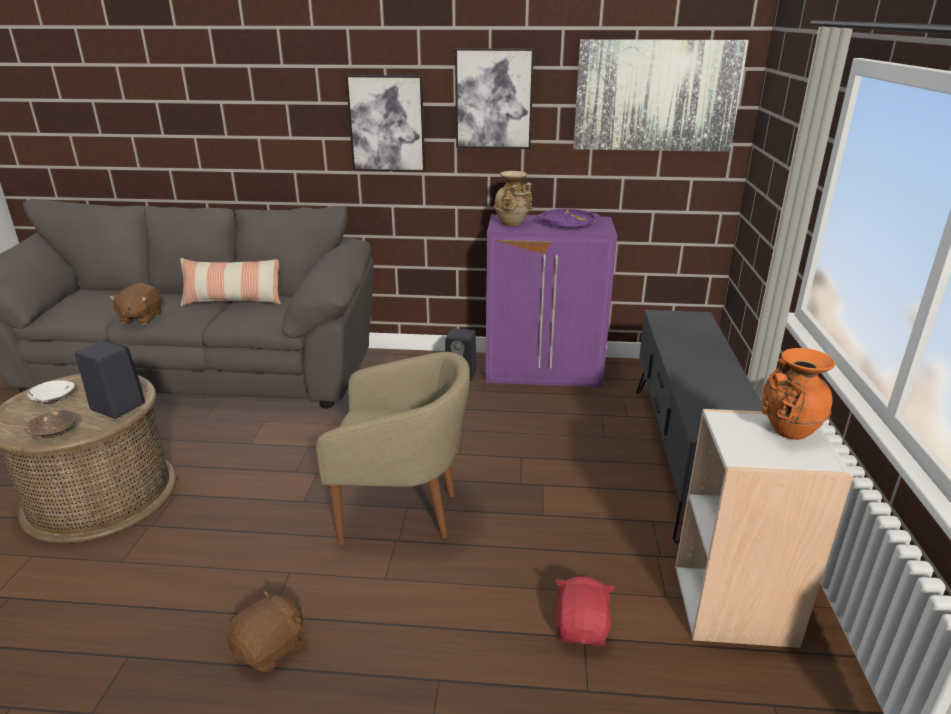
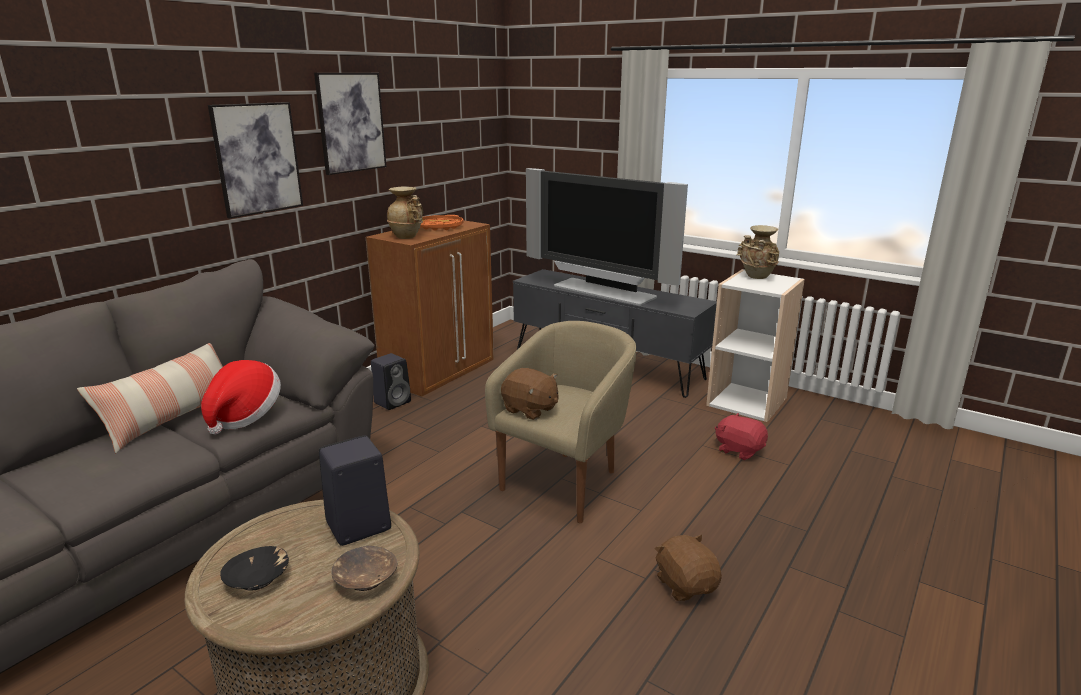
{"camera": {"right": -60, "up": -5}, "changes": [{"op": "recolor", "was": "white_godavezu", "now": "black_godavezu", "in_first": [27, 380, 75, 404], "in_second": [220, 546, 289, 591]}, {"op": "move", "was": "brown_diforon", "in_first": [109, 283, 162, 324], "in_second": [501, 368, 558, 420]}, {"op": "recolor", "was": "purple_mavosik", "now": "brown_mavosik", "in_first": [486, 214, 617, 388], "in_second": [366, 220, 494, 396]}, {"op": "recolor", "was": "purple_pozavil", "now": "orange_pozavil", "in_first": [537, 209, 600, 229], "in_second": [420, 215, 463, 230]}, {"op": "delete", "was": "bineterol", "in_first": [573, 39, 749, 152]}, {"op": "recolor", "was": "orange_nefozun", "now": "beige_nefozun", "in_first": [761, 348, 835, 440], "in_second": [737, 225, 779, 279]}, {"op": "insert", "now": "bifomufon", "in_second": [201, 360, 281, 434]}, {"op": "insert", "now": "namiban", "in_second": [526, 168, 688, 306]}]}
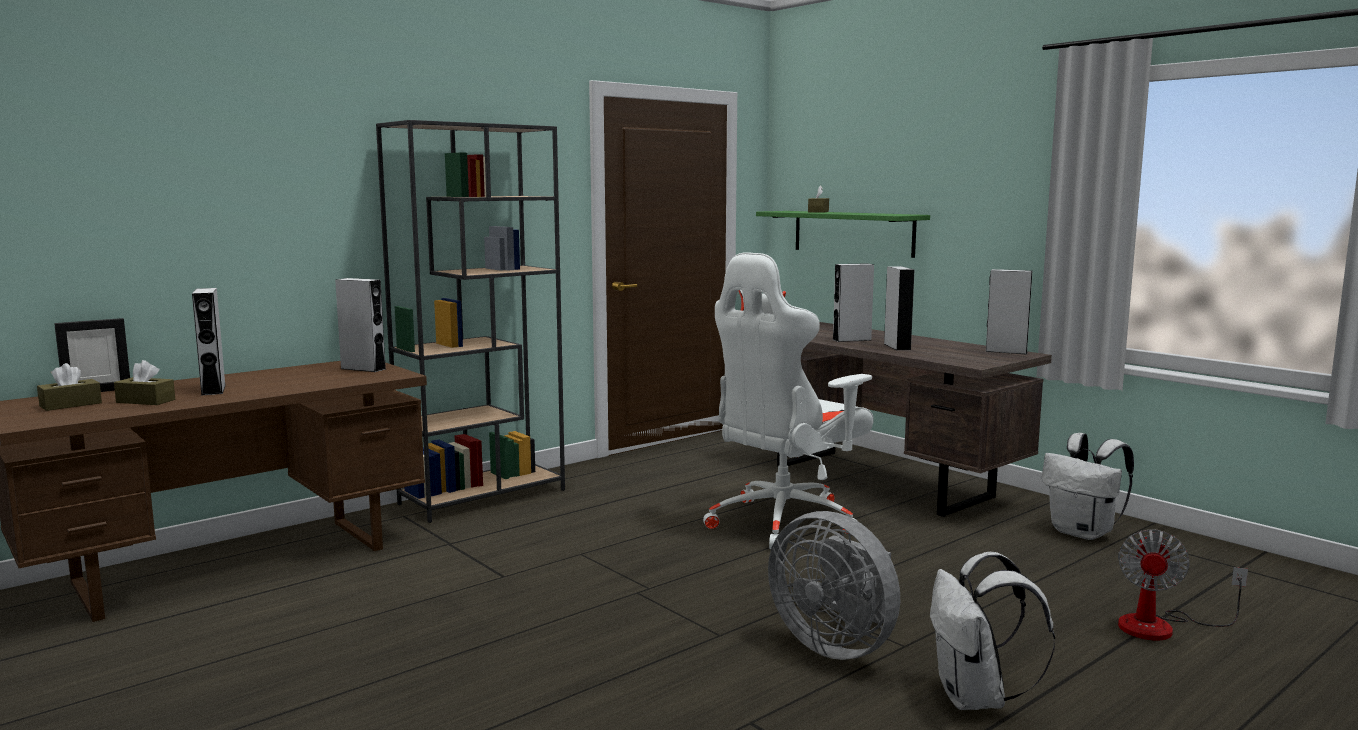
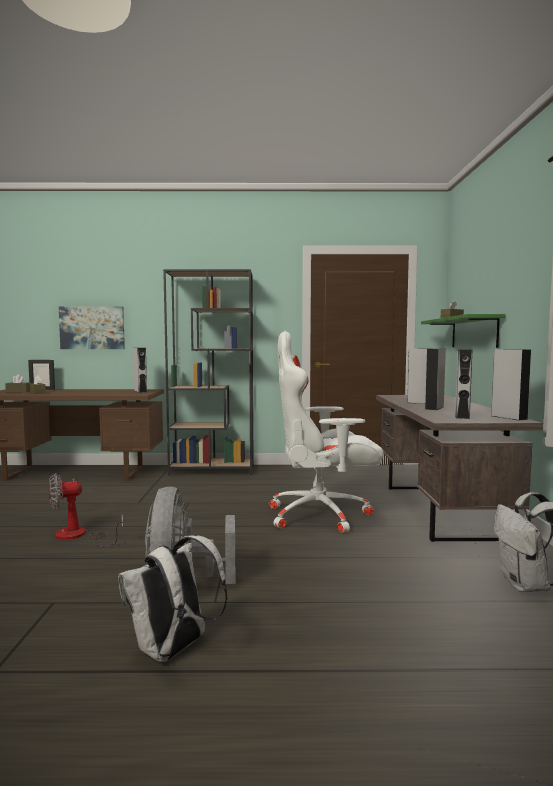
{"camera": {"right": 40, "up": -5}, "changes": [{"op": "move", "was": "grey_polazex", "in_first": [192, 288, 226, 396], "in_second": [455, 349, 472, 419]}, {"op": "move", "was": "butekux", "in_first": [1118, 529, 1248, 640], "in_second": [49, 473, 124, 547]}, {"op": "insert", "now": "bineterol", "in_second": [59, 307, 125, 349]}]}
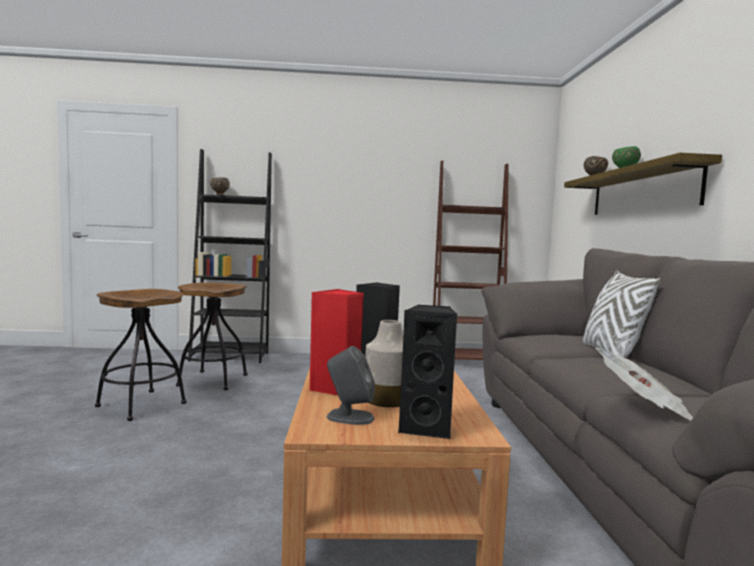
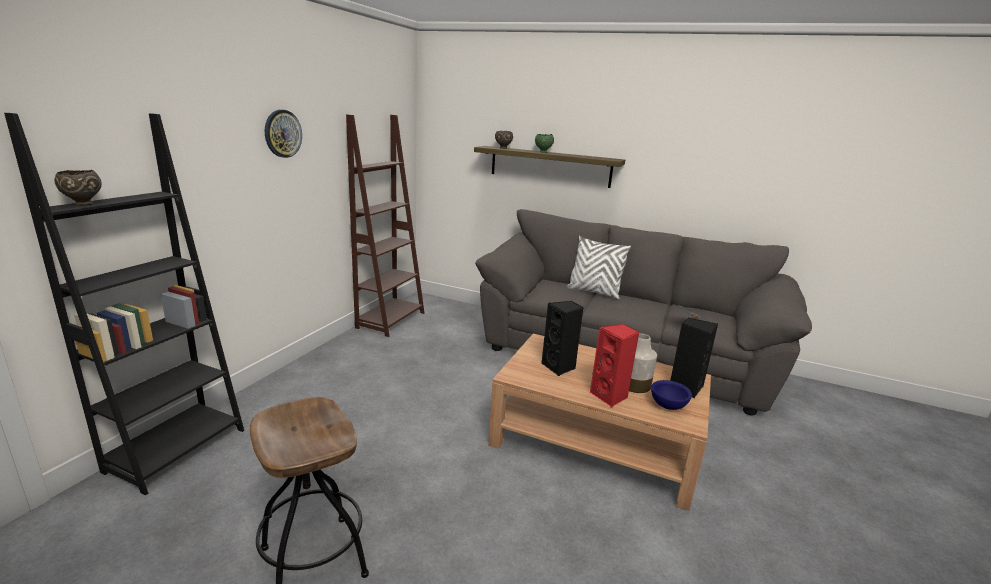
{"camera": {"right": -65, "up": 15}, "changes": [{"op": "delete", "was": "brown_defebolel", "in_first": [176, 283, 247, 390]}, {"op": "replace", "was": "grey_polazex", "now": "blue_godavezu", "in_first": [327, 346, 375, 425], "in_second": [651, 380, 692, 410]}, {"op": "insert", "now": "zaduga", "in_second": [265, 110, 302, 158]}]}
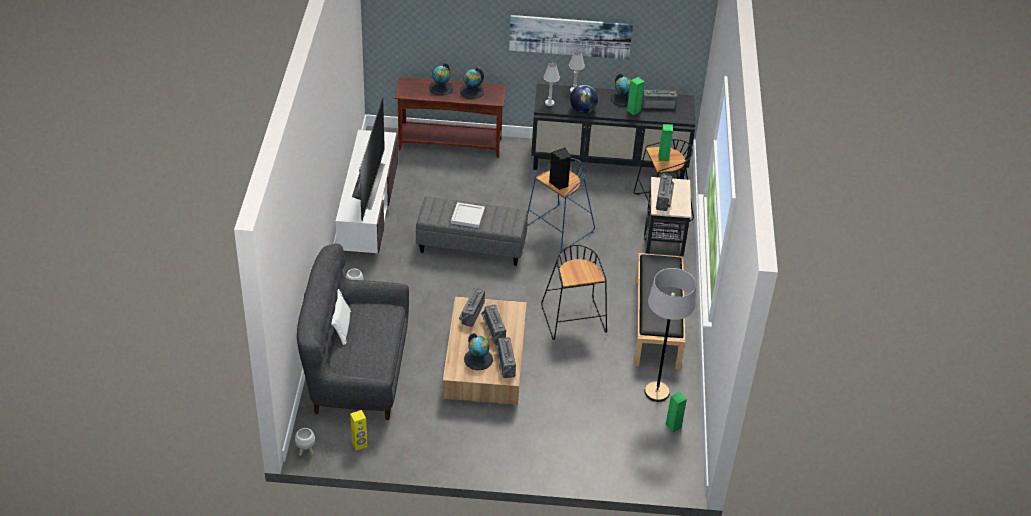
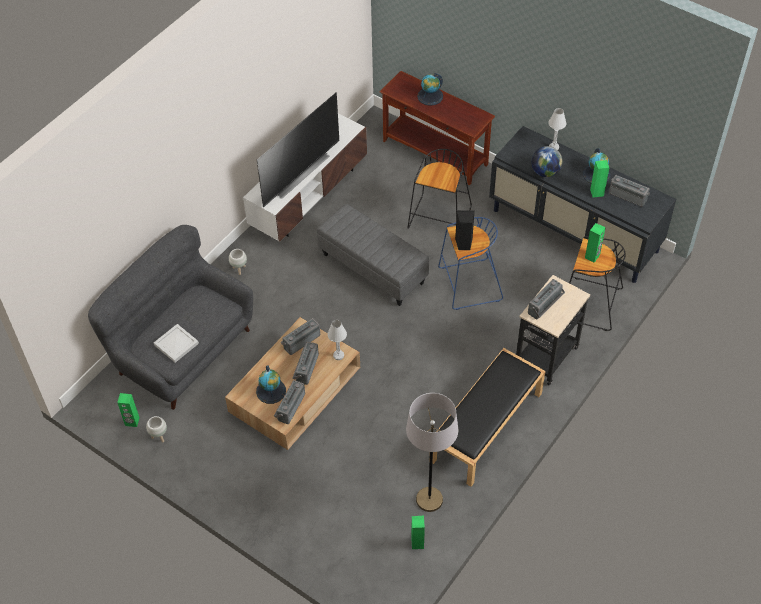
{"camera": {"right": 35, "up": 10}, "changes": [{"op": "move", "was": "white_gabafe", "in_first": [295, 428, 315, 456], "in_second": [146, 416, 167, 442]}, {"op": "delete", "was": "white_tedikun", "in_first": [331, 289, 351, 345]}, {"op": "recolor", "was": "yellow_polazex", "now": "green_polazex", "in_first": [350, 410, 367, 450], "in_second": [117, 393, 140, 427]}, {"op": "move", "was": "white_pozavil", "in_first": [451, 202, 485, 228], "in_second": [154, 324, 199, 363]}, {"op": "delete", "was": "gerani", "in_first": [460, 68, 484, 99]}, {"op": "delete", "was": "bineterol", "in_first": [509, 15, 633, 59]}, {"op": "move", "was": "black_defebolel", "in_first": [541, 245, 607, 340], "in_second": [407, 149, 472, 229]}, {"op": "move", "was": "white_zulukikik", "in_first": [544, 63, 560, 106], "in_second": [328, 320, 347, 360]}]}
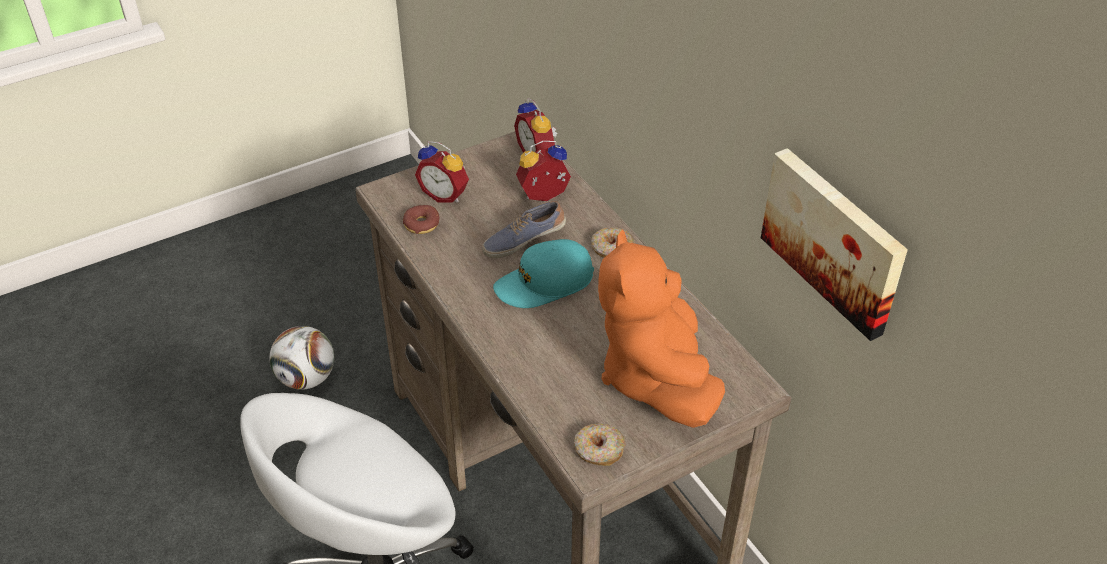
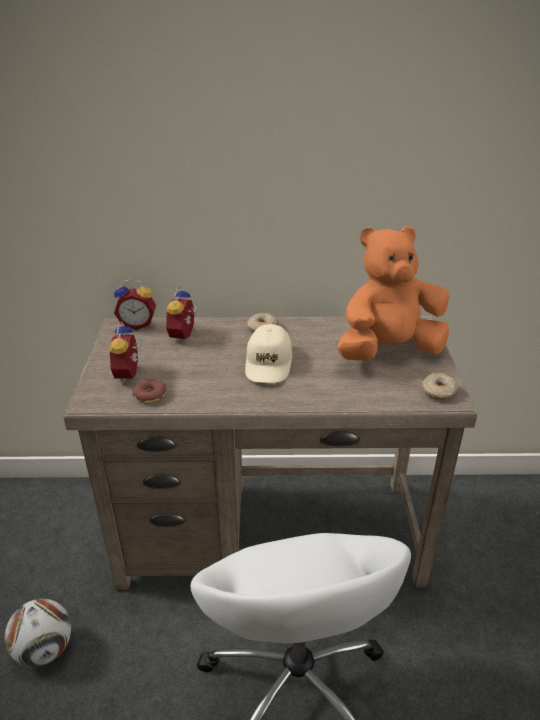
{"camera": {"right": -60, "up": -10}, "changes": [{"op": "rotate", "was": "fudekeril", "in_first": [415, 141, 469, 203], "in_second": [109, 321, 142, 383], "clockwise": 120}, {"op": "delete", "was": "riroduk", "in_first": [482, 201, 566, 258]}, {"op": "recolor", "was": "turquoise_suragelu", "now": "beige_suragelu", "in_first": [493, 239, 594, 308], "in_second": [245, 324, 292, 383]}, {"op": "rotate", "was": "orange_diforon", "in_first": [598, 230, 725, 428], "in_second": [338, 226, 450, 361], "clockwise": 135}, {"op": "delete", "was": "bineterol", "in_first": [761, 148, 908, 341]}]}
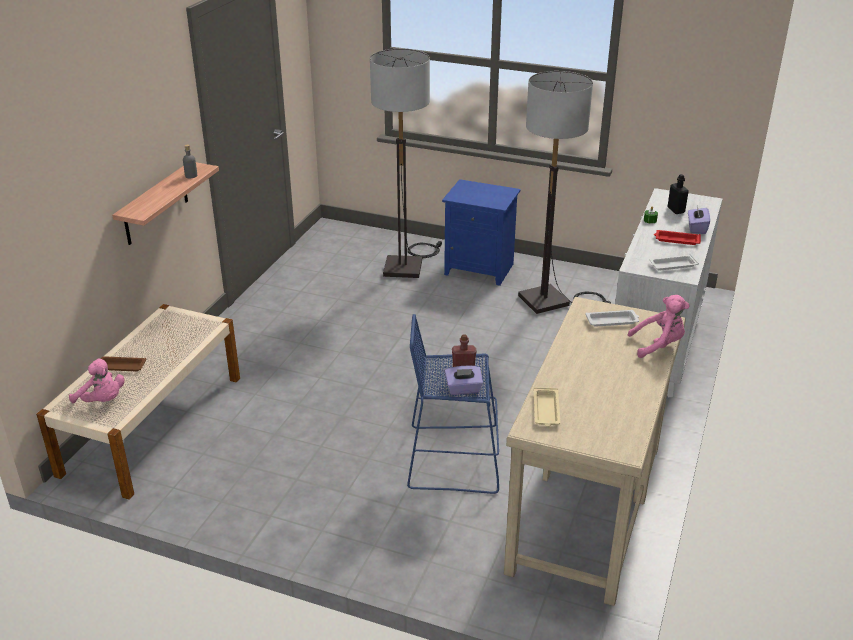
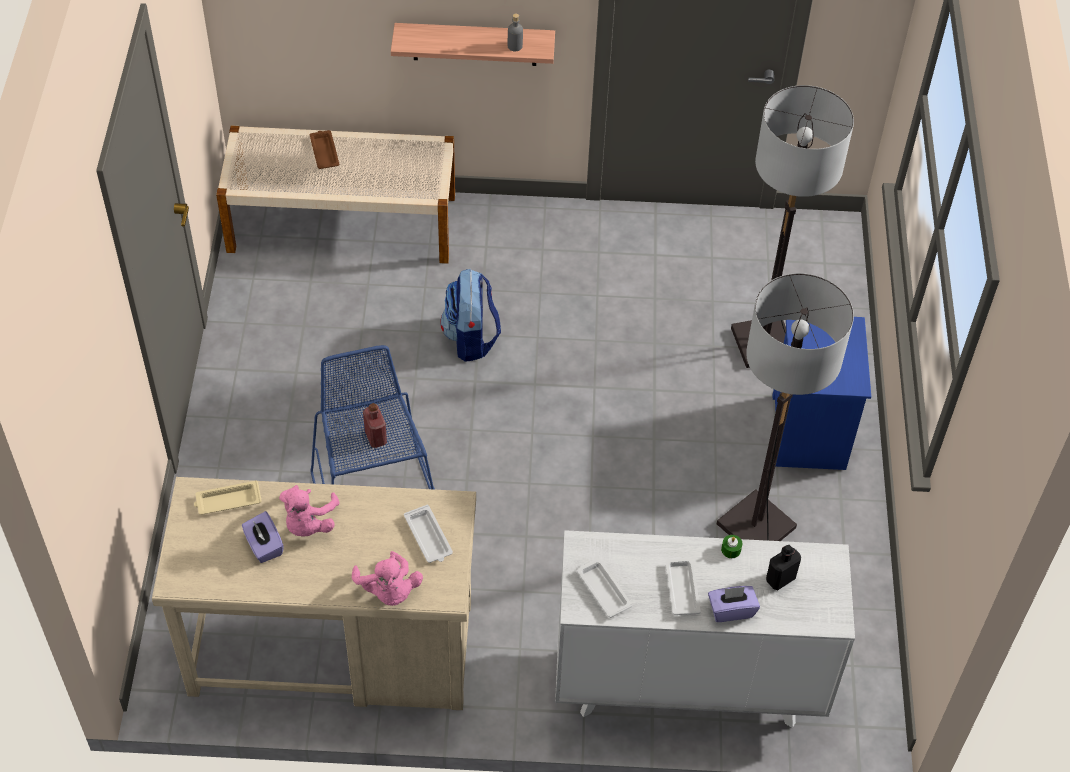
{"camera": {"right": 70, "up": 20}, "changes": [{"op": "move", "was": "pink_diforon", "in_first": [69, 358, 125, 403], "in_second": [279, 485, 339, 536]}, {"op": "move", "was": "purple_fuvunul", "in_first": [445, 366, 483, 395], "in_second": [242, 511, 284, 563]}, {"op": "recolor", "was": "red_pozavil", "now": "white_pozavil", "in_first": [654, 230, 701, 245], "in_second": [665, 556, 701, 615]}, {"op": "insert", "now": "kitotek", "in_second": [440, 269, 501, 362]}]}
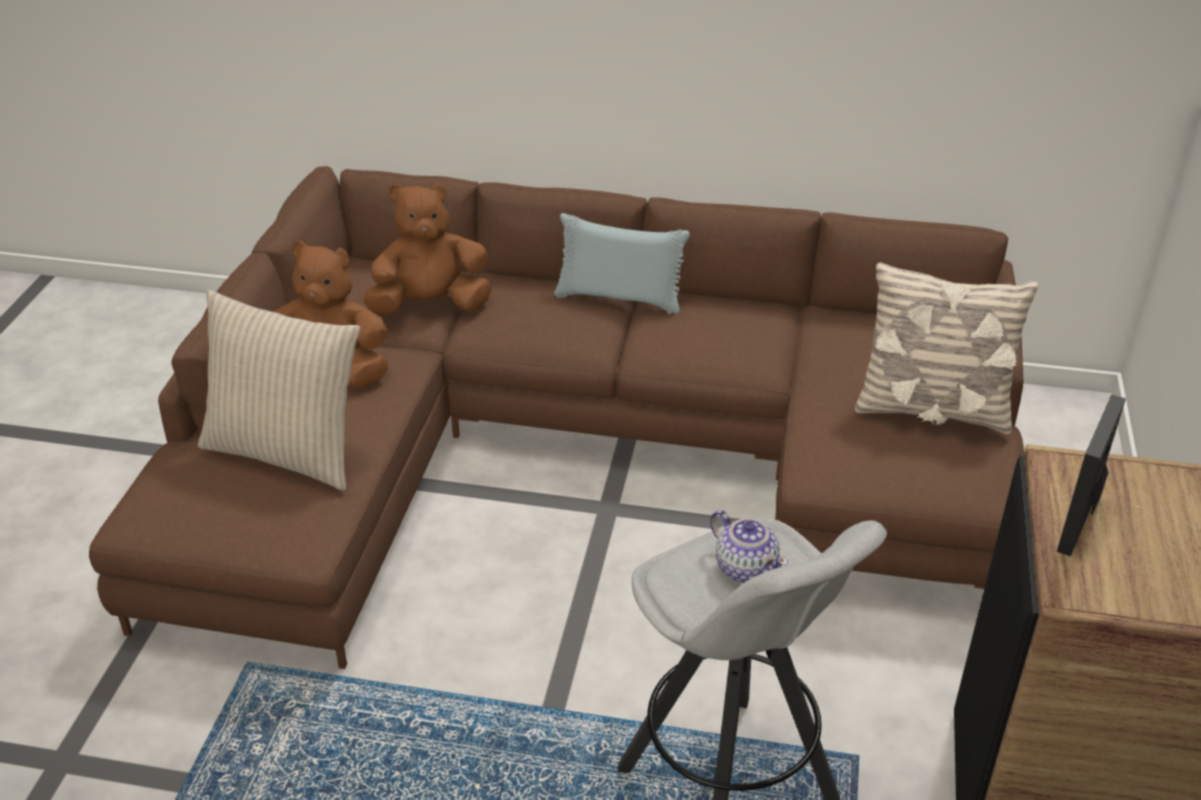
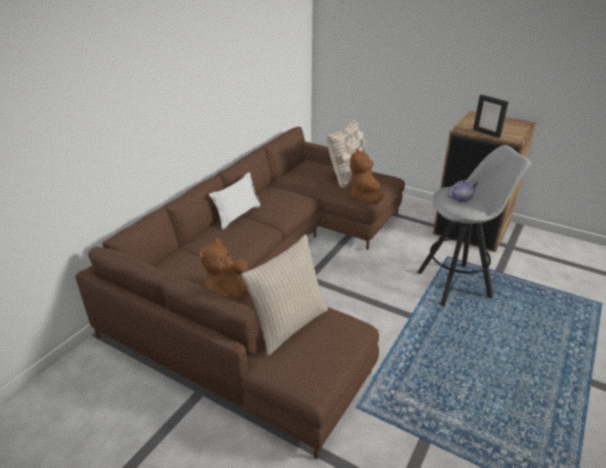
{"camera": {"right": -70, "up": -5}, "changes": [{"op": "move", "was": "brown_diforon", "in_first": [363, 183, 492, 314], "in_second": [350, 148, 384, 205]}, {"op": "recolor", "was": "blue_tedikun", "now": "white_tedikun", "in_first": [554, 213, 690, 314], "in_second": [209, 172, 260, 230]}]}
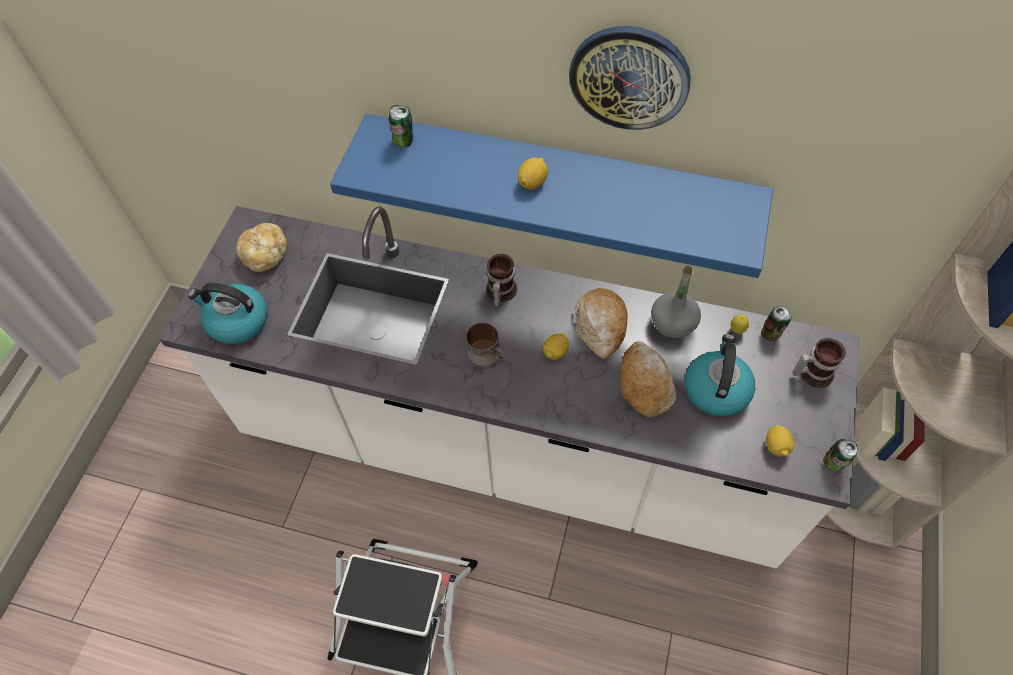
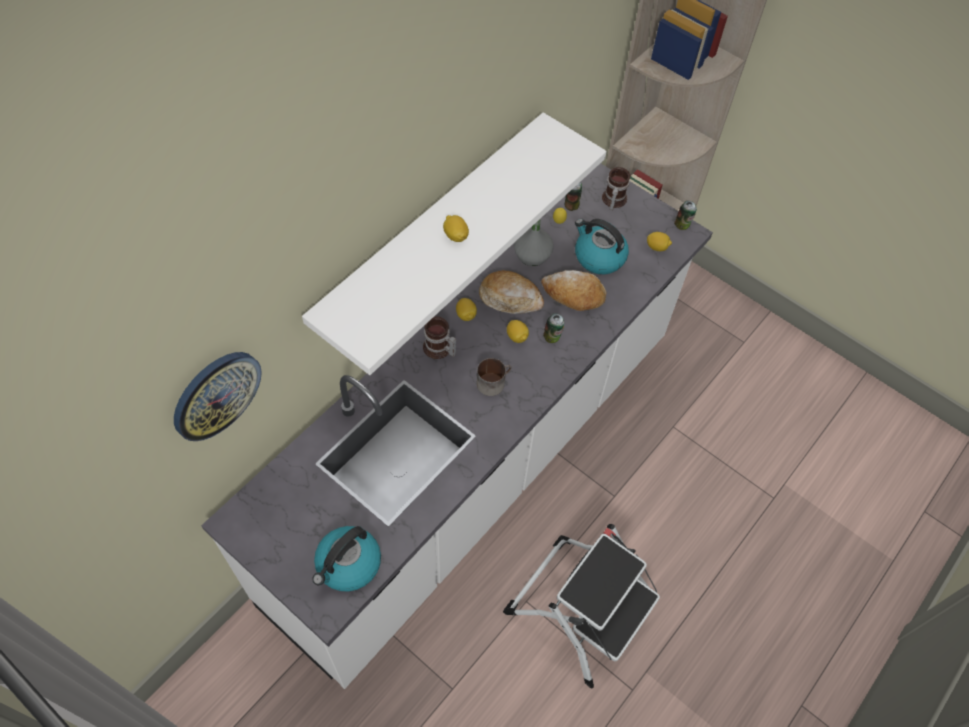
{"camera": {"right": -70, "up": 0}, "changes": [{"op": "delete", "was": "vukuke", "in_first": [236, 223, 287, 272]}, {"op": "recolor", "was": "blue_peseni", "now": "white_peseni", "in_first": [330, 114, 773, 278], "in_second": [302, 112, 607, 375]}, {"op": "move", "was": "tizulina", "in_first": [389, 105, 413, 147], "in_second": [543, 313, 564, 343]}, {"op": "move", "was": "zaduga", "in_first": [569, 26, 691, 130], "in_second": [174, 352, 262, 441]}, {"op": "insert", "now": "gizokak", "in_second": [456, 298, 477, 321]}]}
